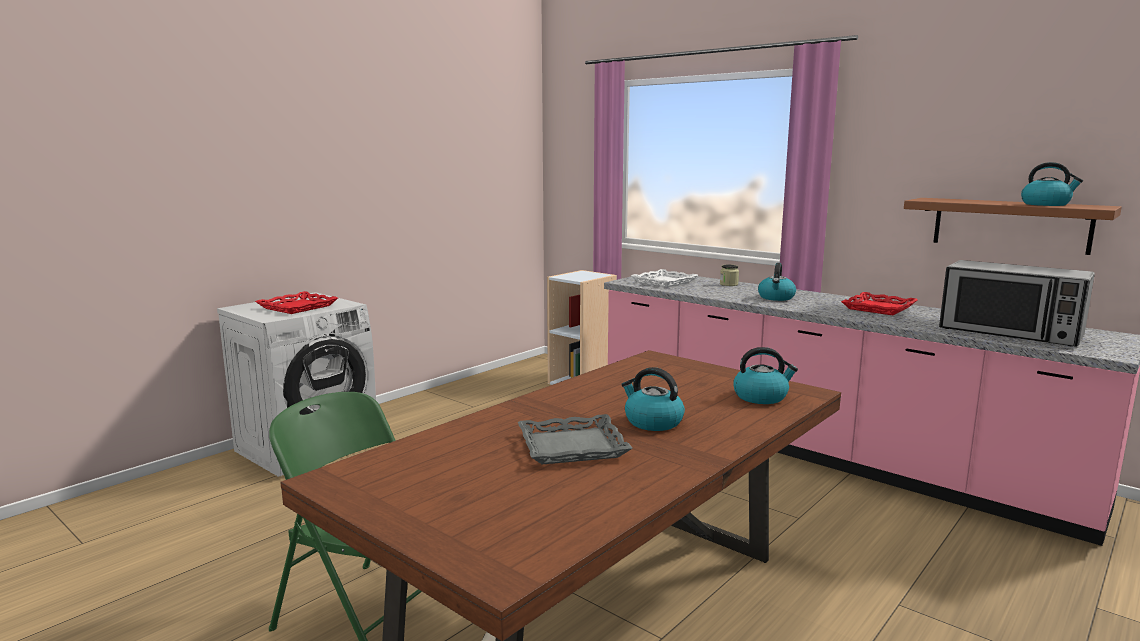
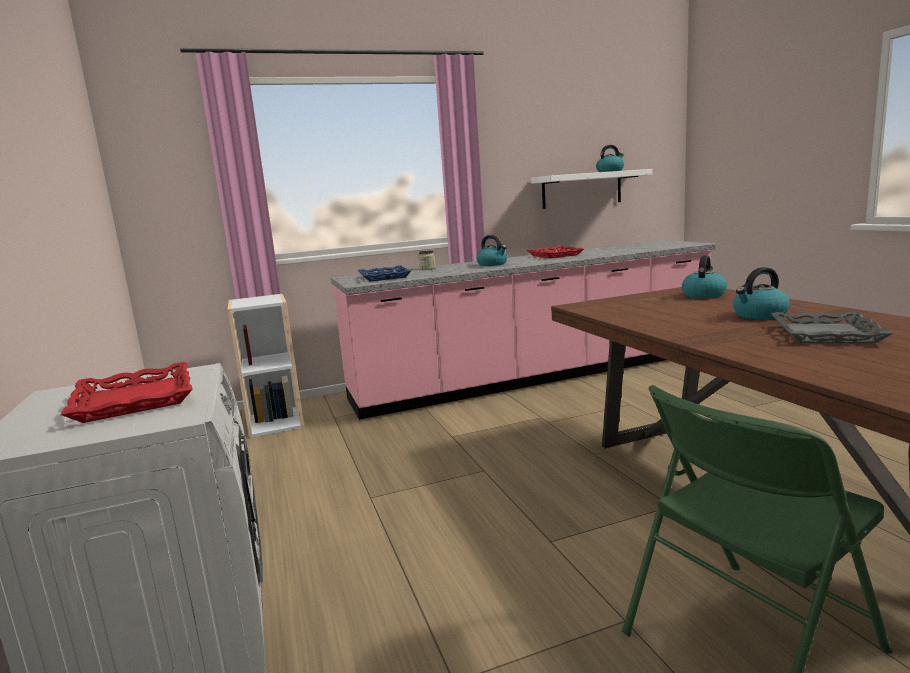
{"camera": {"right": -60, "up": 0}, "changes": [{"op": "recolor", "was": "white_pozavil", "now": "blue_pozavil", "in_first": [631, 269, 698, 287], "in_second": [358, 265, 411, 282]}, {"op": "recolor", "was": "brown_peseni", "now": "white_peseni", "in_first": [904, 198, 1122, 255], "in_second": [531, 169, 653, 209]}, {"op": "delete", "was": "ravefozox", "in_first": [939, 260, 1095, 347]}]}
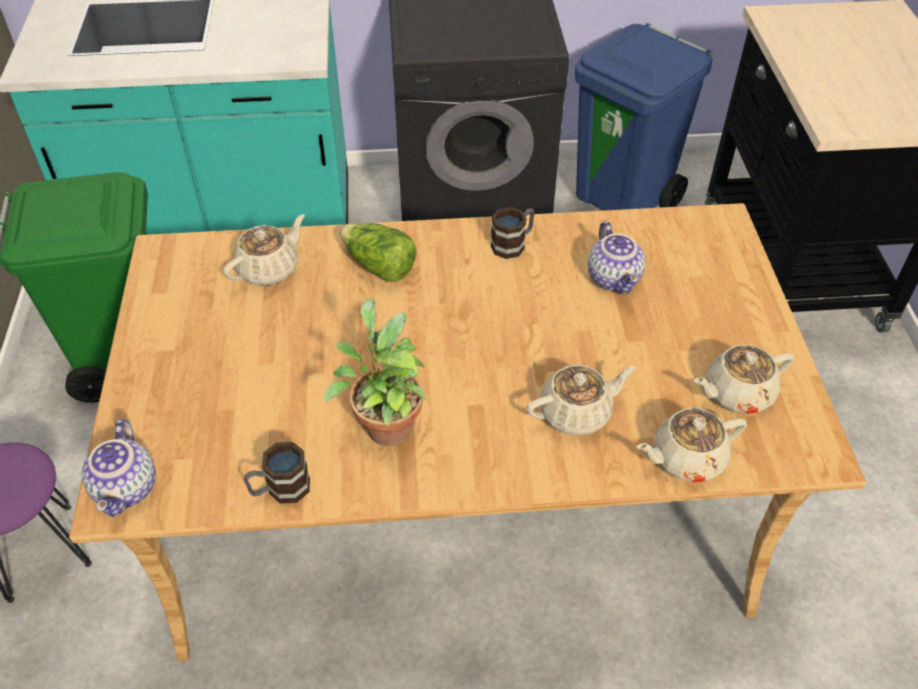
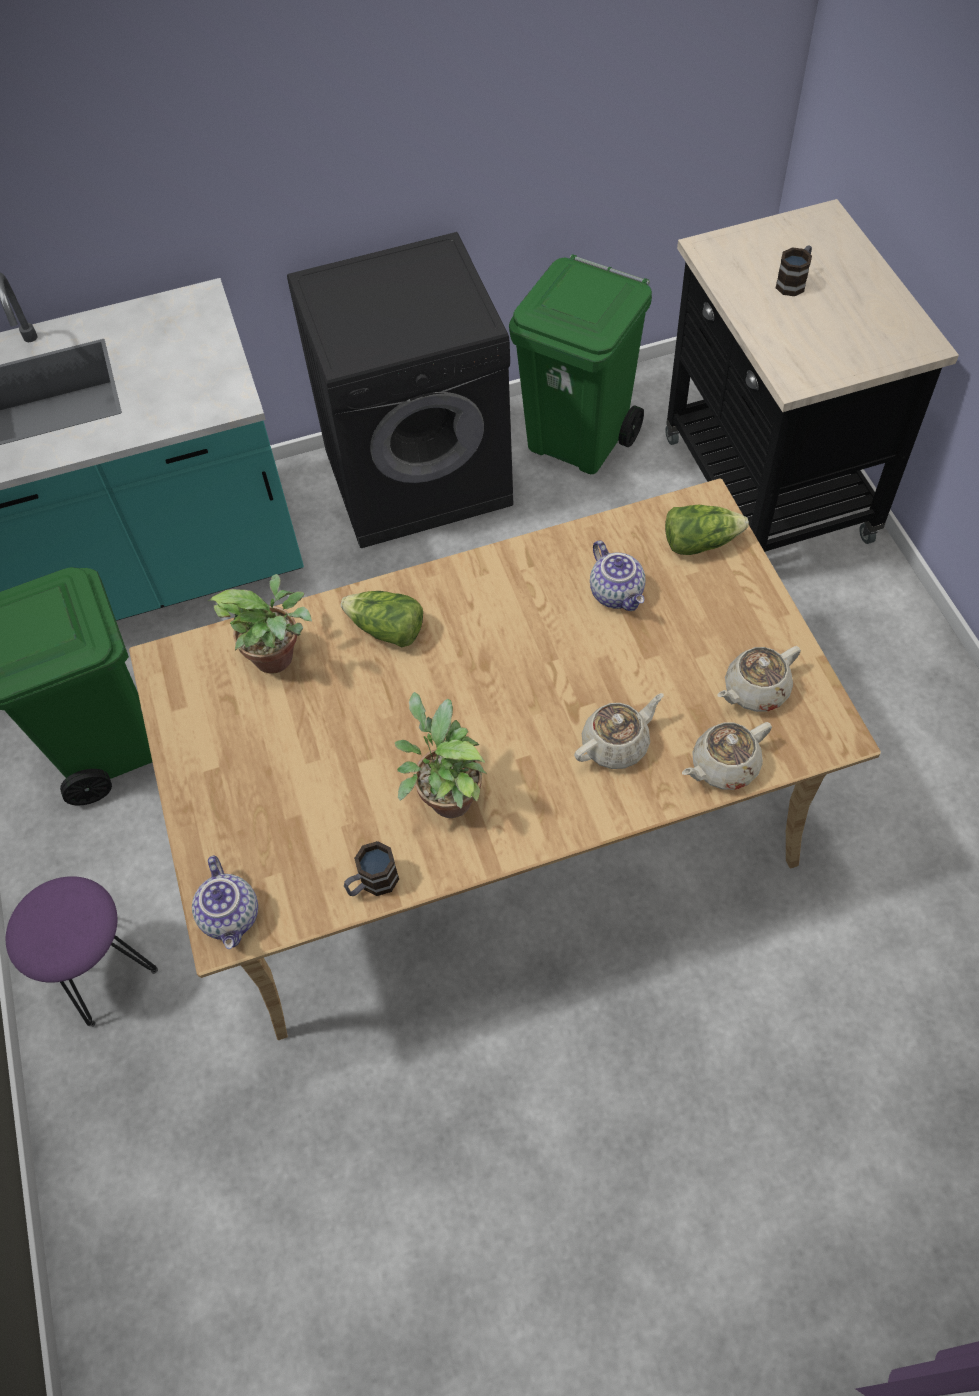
{"camera": {"right": -10, "up": 10}, "changes": [{"op": "replace", "was": "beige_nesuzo", "now": "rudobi", "in_first": [223, 214, 305, 286], "in_second": [208, 574, 312, 674]}, {"op": "move", "was": "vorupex", "in_first": [491, 207, 535, 259], "in_second": [776, 245, 812, 296]}, {"op": "recolor", "was": "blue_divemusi", "now": "green_divemusi", "in_first": [575, 23, 713, 210], "in_second": [509, 254, 652, 474]}, {"op": "insert", "now": "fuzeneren", "in_second": [665, 505, 749, 555]}]}
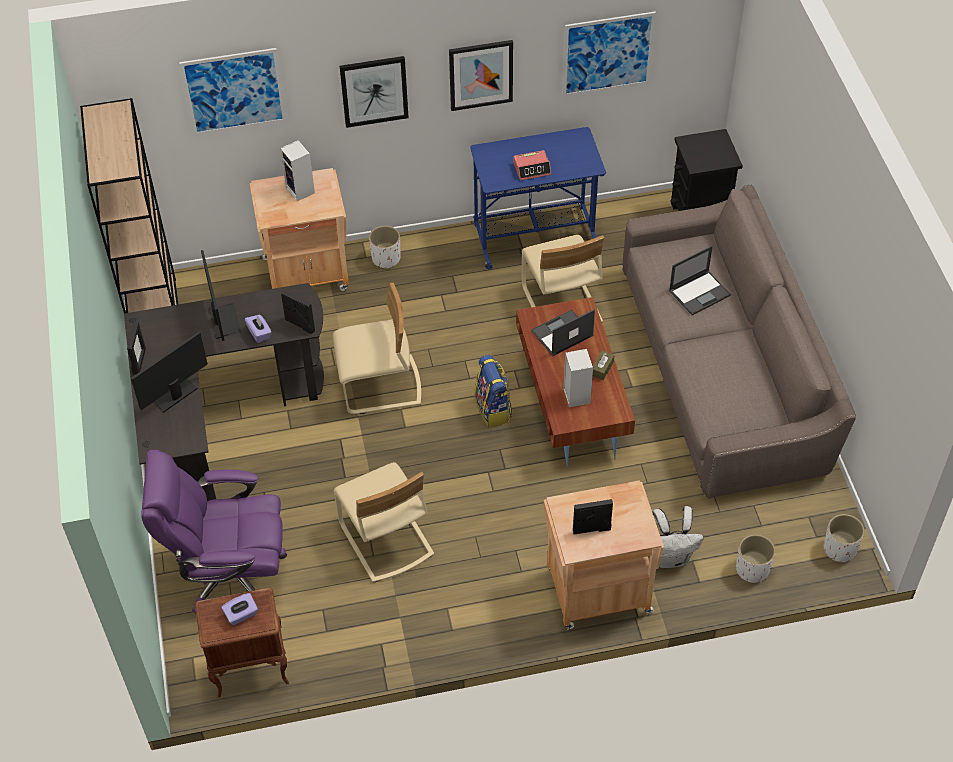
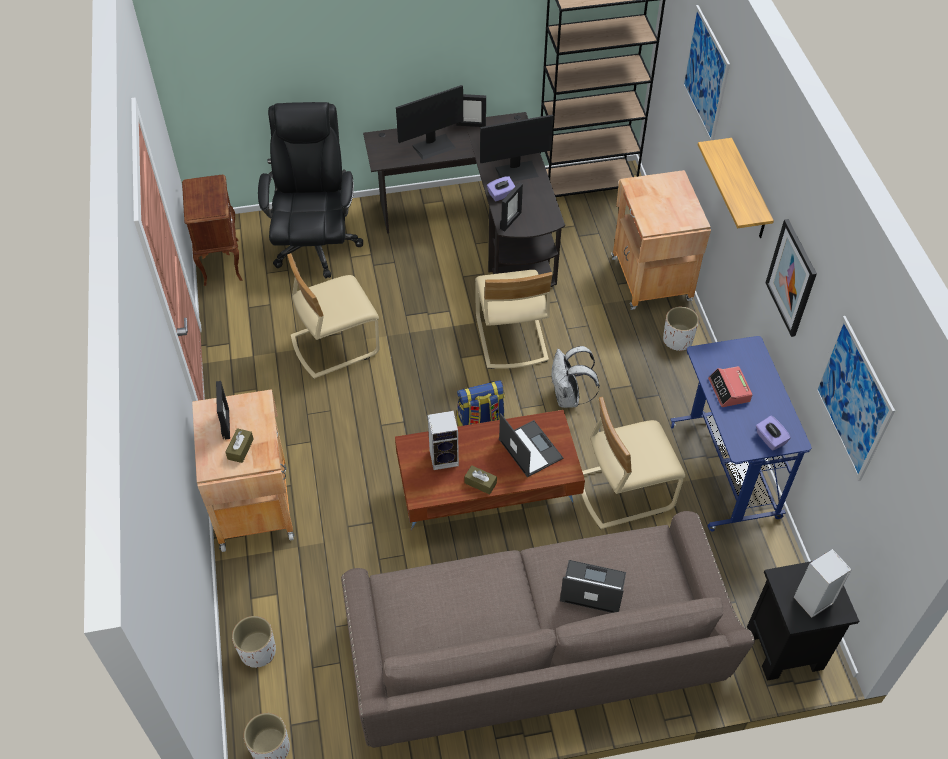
{"camera": {"right": 90, "up": 0}, "changes": [{"op": "rotate", "was": "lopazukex", "in_first": [131, 332, 208, 413], "in_second": [396, 85, 463, 160], "clockwise": 105}, {"op": "recolor", "was": "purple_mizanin", "now": "black_mizanin", "in_first": [141, 450, 287, 613], "in_second": [258, 102, 363, 279]}, {"op": "move", "was": "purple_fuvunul", "in_first": [222, 593, 258, 625], "in_second": [756, 416, 791, 451]}, {"op": "move", "was": "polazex", "in_first": [280, 140, 315, 201], "in_second": [794, 549, 852, 618]}, {"op": "replace", "was": "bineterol", "now": "peseni", "in_first": [340, 56, 409, 128], "in_second": [698, 138, 774, 238]}, {"op": "move", "was": "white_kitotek", "in_first": [652, 506, 704, 568], "in_second": [552, 346, 600, 408]}, {"op": "rotate", "was": "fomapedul", "in_first": [669, 246, 731, 315], "in_second": [560, 560, 626, 613], "clockwise": 135}, {"op": "insert", "now": "brown_fuvunul", "in_second": [225, 428, 254, 463]}]}
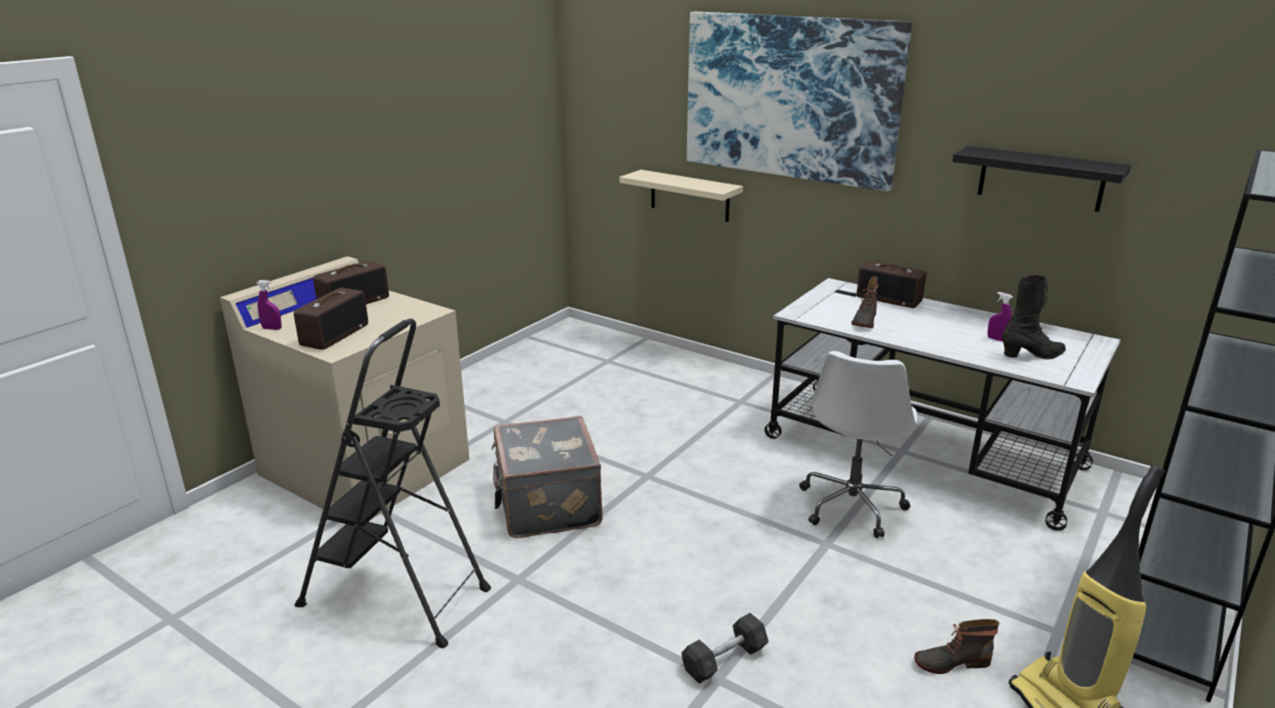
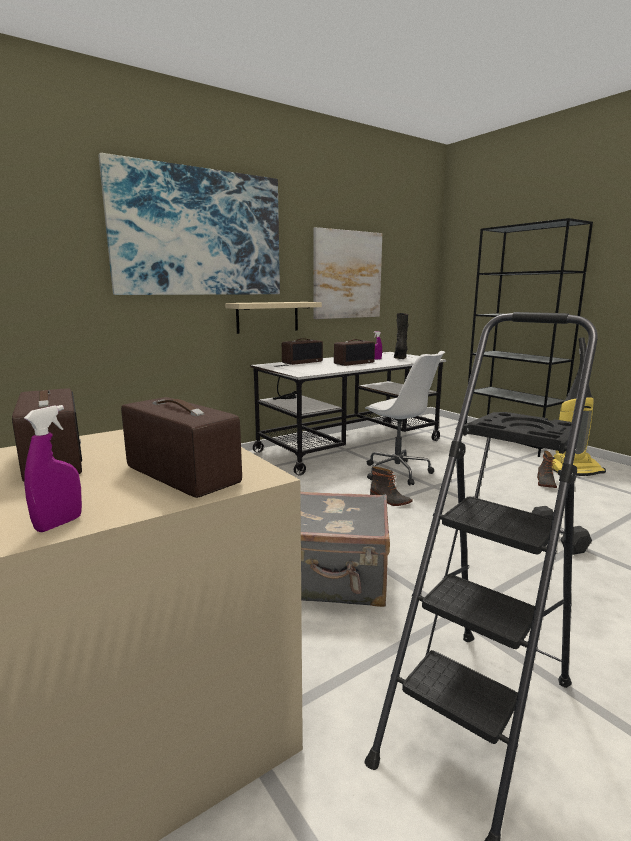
{"camera": {"right": -70, "up": -10}, "changes": [{"op": "move", "was": "beige_peseni", "in_first": [619, 170, 743, 222], "in_second": [225, 302, 322, 334]}, {"op": "move", "was": "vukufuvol", "in_first": [851, 276, 878, 328], "in_second": [370, 466, 413, 506]}, {"op": "replace", "was": "black_peseni", "now": "bineterol", "in_first": [952, 146, 1131, 212], "in_second": [313, 227, 382, 319]}, {"op": "insert", "now": "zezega", "in_second": [334, 339, 375, 366]}]}
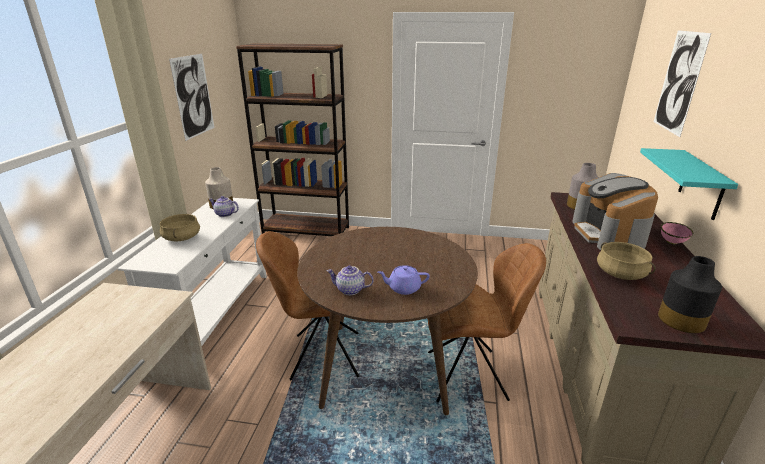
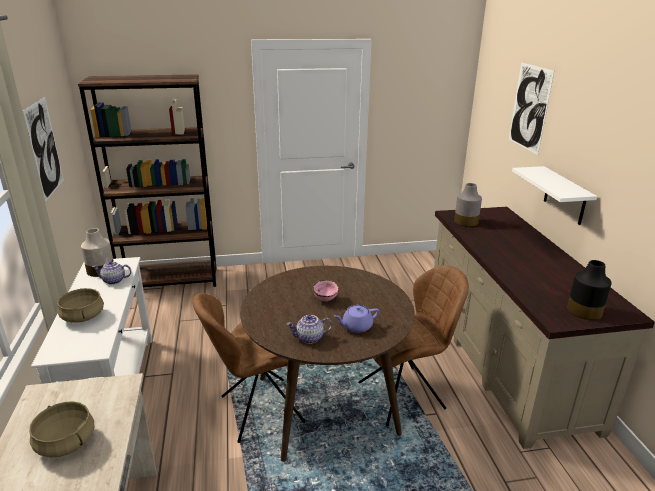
{"camera": {"right": -20, "up": 0}, "changes": [{"op": "delete", "was": "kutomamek", "in_first": [572, 173, 658, 250]}, {"op": "move", "was": "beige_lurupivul", "in_first": [597, 242, 656, 280], "in_second": [29, 401, 94, 457]}, {"op": "recolor", "was": "turquoise_peseni", "now": "white_peseni", "in_first": [640, 148, 738, 220], "in_second": [512, 166, 597, 225]}, {"op": "move", "was": "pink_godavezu", "in_first": [661, 222, 693, 244], "in_second": [312, 280, 339, 302]}]}
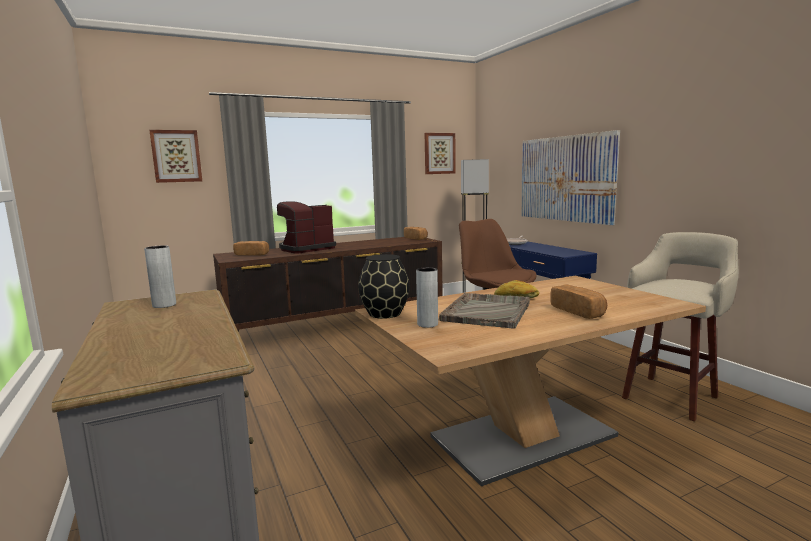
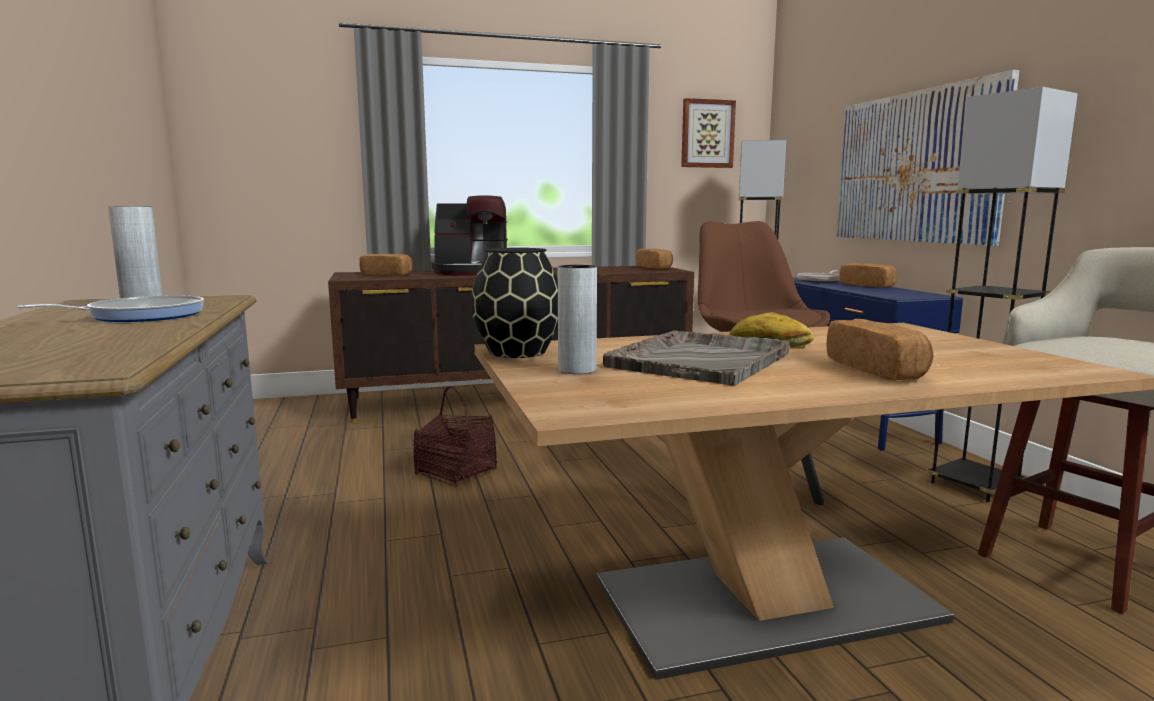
{"camera": {"right": 10, "up": 0}, "changes": [{"op": "delete", "was": "bineterol", "in_first": [149, 130, 202, 183]}, {"op": "rotate", "was": "kutomamek", "in_first": [277, 201, 336, 254], "in_second": [431, 195, 508, 276], "clockwise": -150}, {"op": "insert", "now": "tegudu", "in_second": [17, 295, 204, 322]}, {"op": "insert", "now": "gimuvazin", "in_second": [413, 386, 497, 487]}, {"op": "insert", "now": "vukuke", "in_second": [840, 263, 898, 288]}, {"op": "insert", "now": "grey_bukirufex", "in_second": [927, 87, 1078, 502]}]}
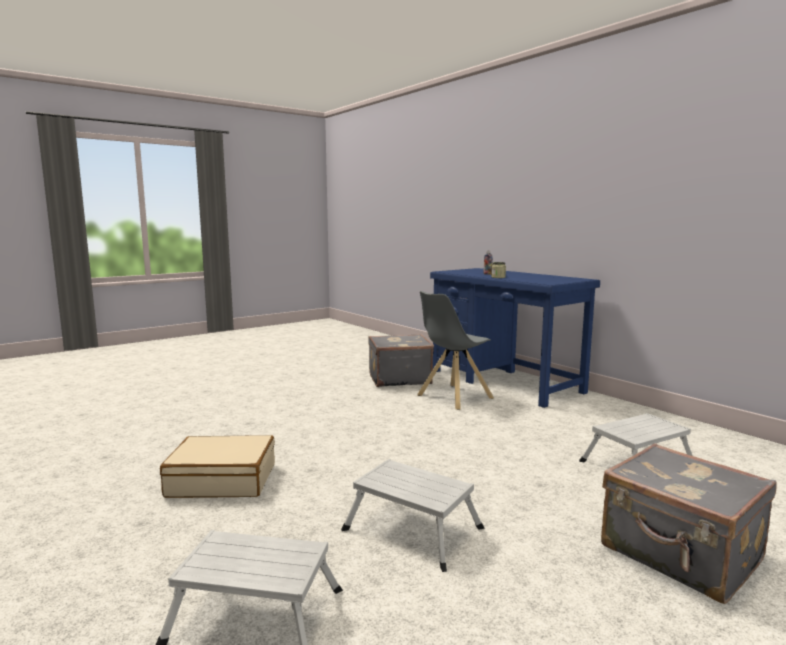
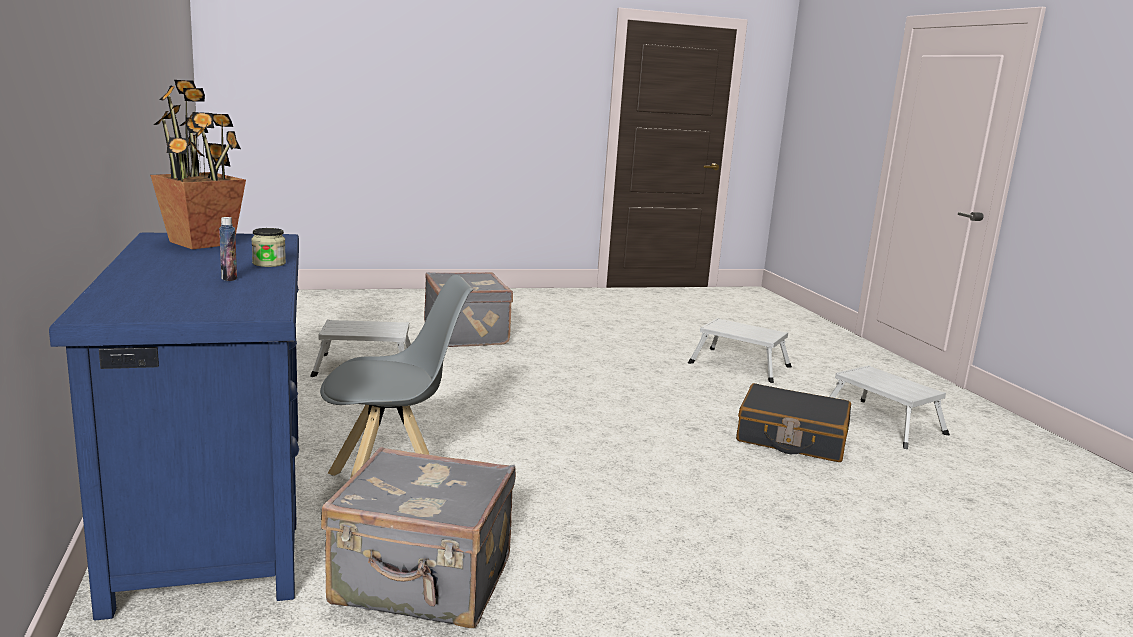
{"camera": {"right": -160, "up": 5}, "changes": [{"op": "recolor", "was": "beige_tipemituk", "now": "black_tipemituk", "in_first": [160, 435, 275, 498], "in_second": [736, 383, 851, 462]}, {"op": "move", "was": "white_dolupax", "in_first": [341, 459, 485, 572], "in_second": [829, 365, 950, 449]}, {"op": "insert", "now": "rudobi", "in_second": [150, 80, 246, 249]}]}
